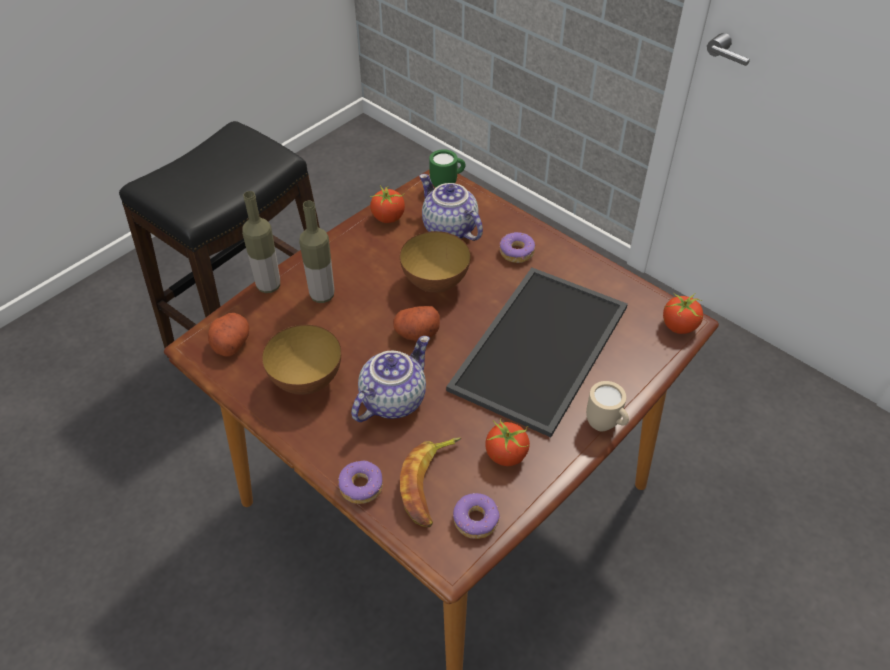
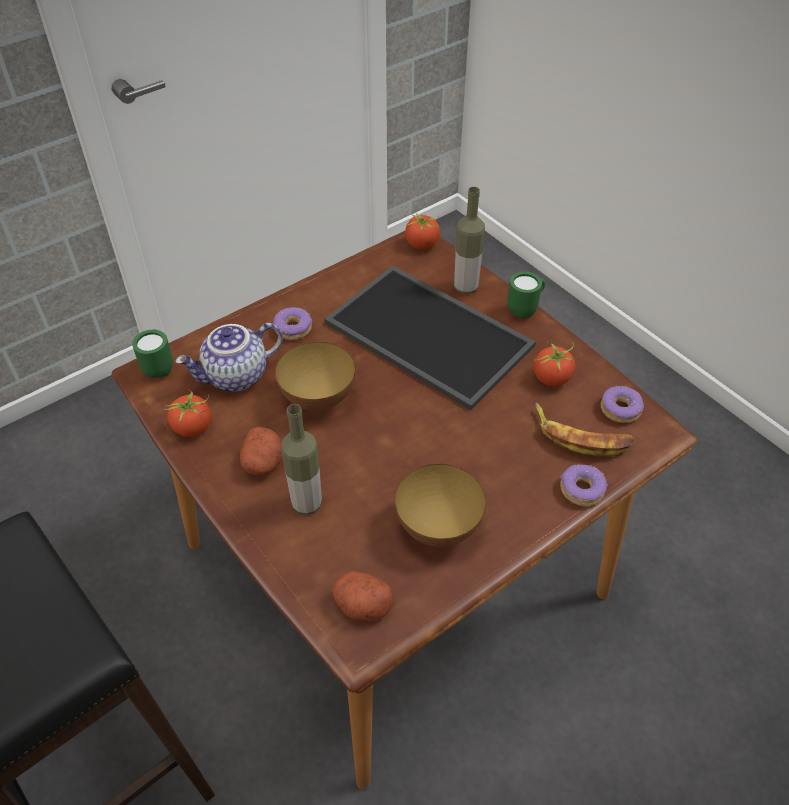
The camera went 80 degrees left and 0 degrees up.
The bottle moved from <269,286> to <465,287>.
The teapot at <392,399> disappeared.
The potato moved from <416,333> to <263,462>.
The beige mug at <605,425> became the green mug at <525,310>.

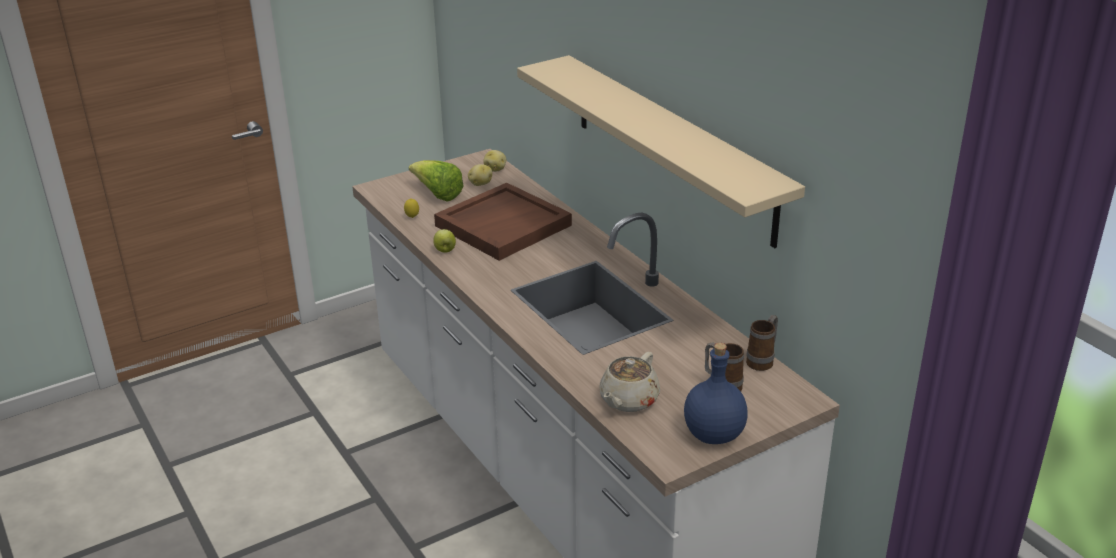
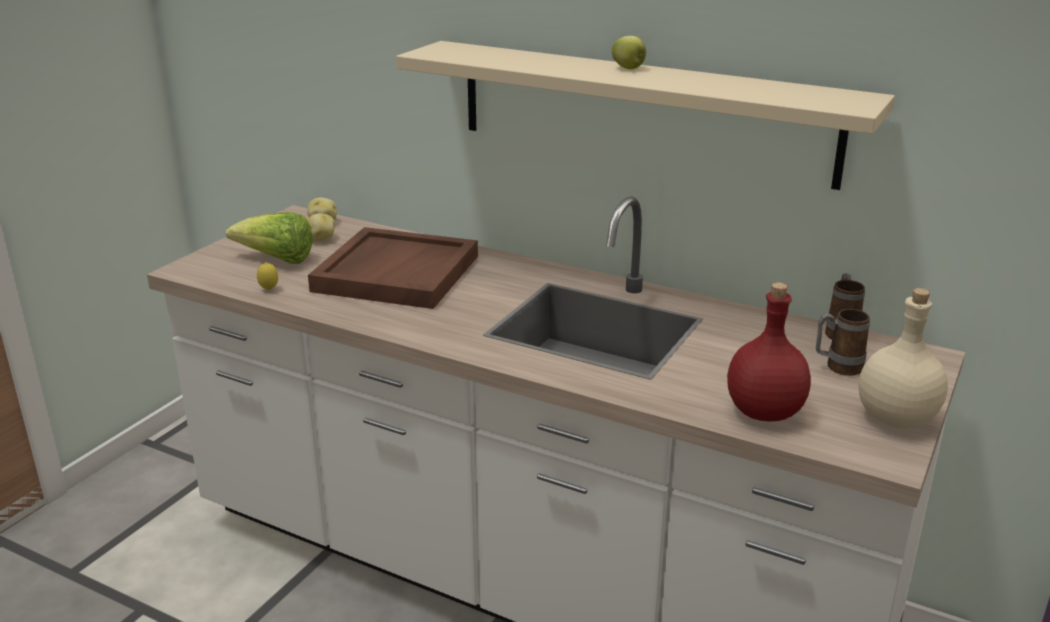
The camera went 30 degrees left and 5 degrees down.
The apple moved from <445,250> to <629,68>.
The beige teapot at <628,400> was replaced by the red bottle at <762,412>.
The blue bottle at <713,435> became the beige bottle at <897,419>.

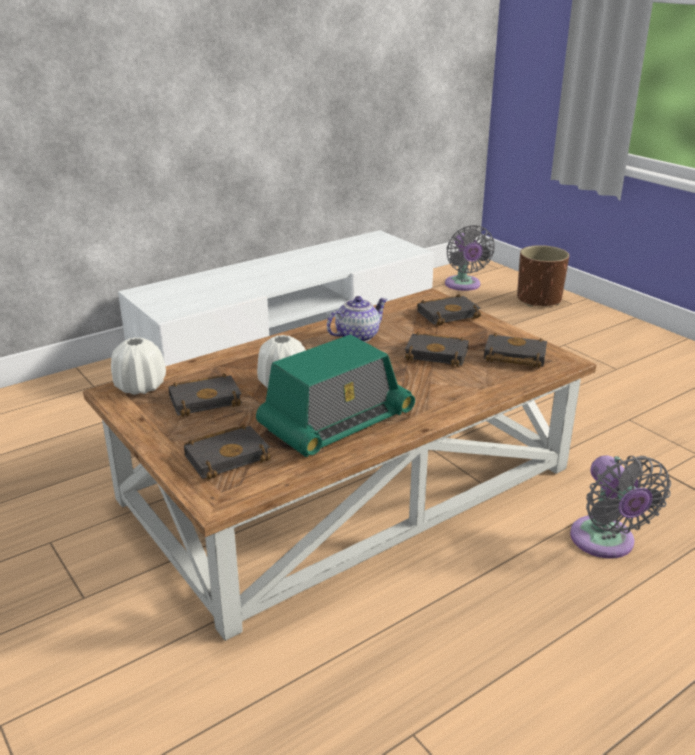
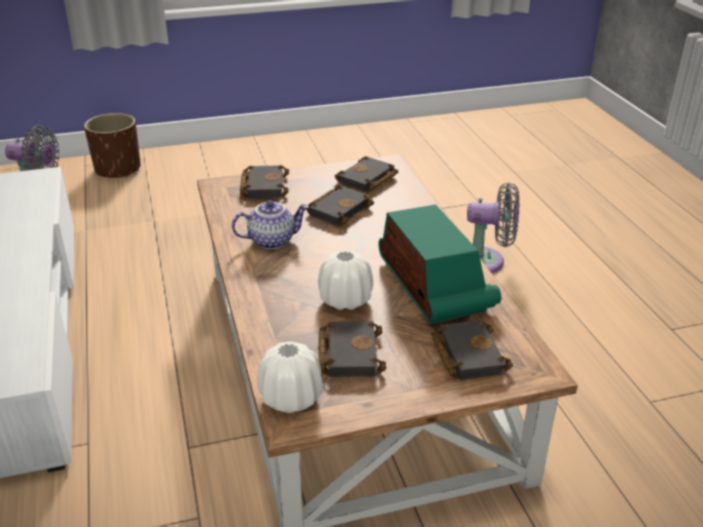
The camera went 70 degrees left and 5 degrees up.
The teapot at <357,336> turned 90 degrees clockwise.

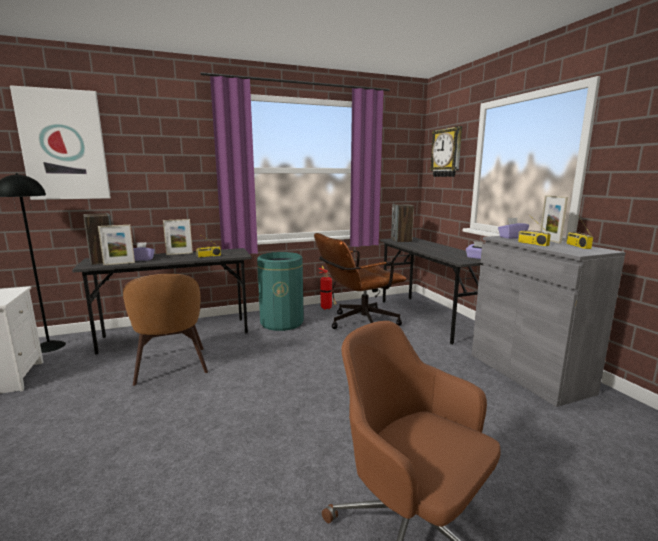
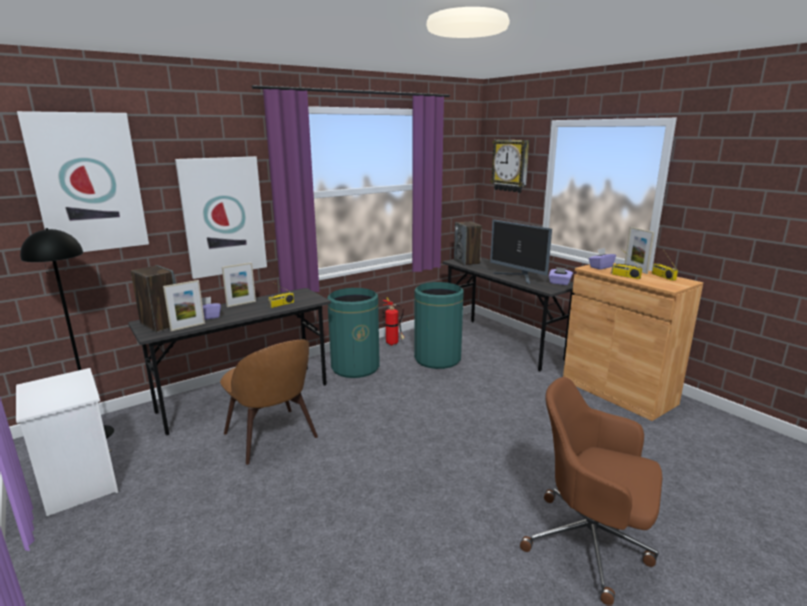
The camera went 15 degrees left and 5 degrees up.
The brown office chair at <358,324> was replaced by the green trash can at <437,359>.
The grey cabinet at <528,373> became the brown cabinet at <618,392>.
The picture at <223,216> appeared.
The monitor at <518,277> appeared.

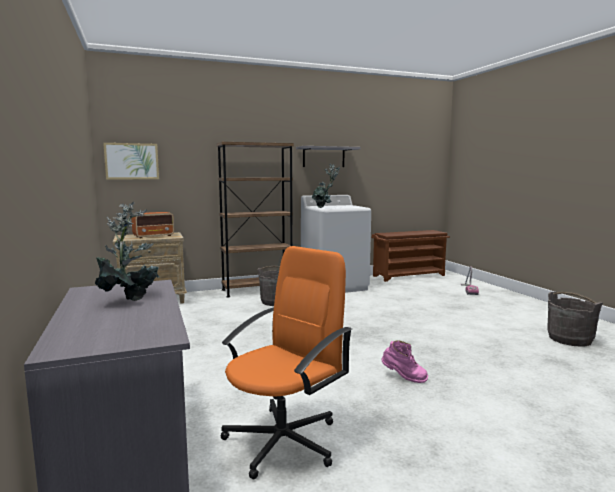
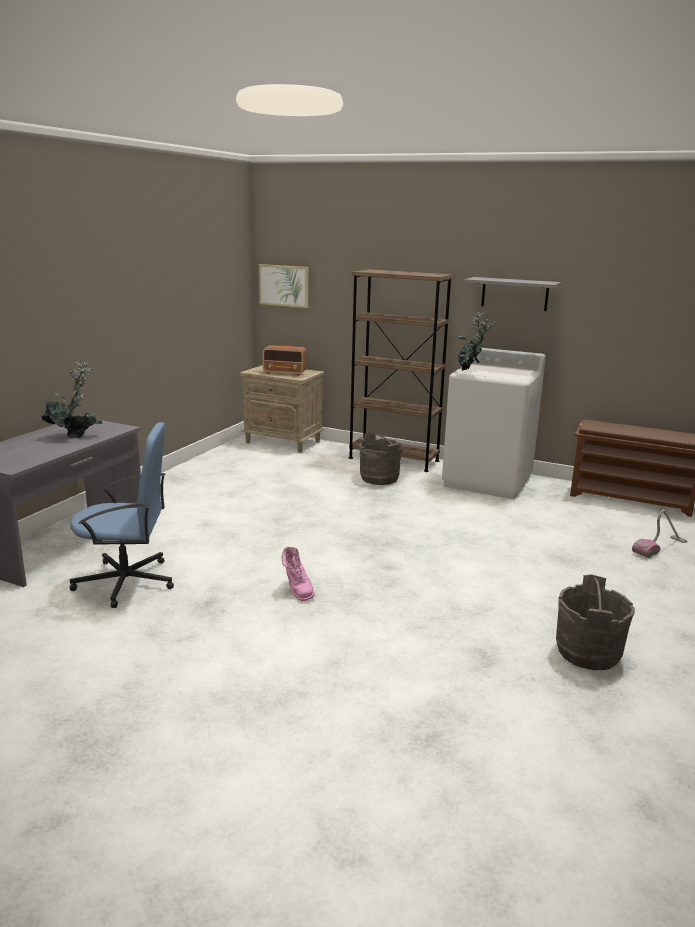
The camera went 45 degrees right and 10 degrees up.
The orange office chair at <284,440> became the blue office chair at <127,582>.

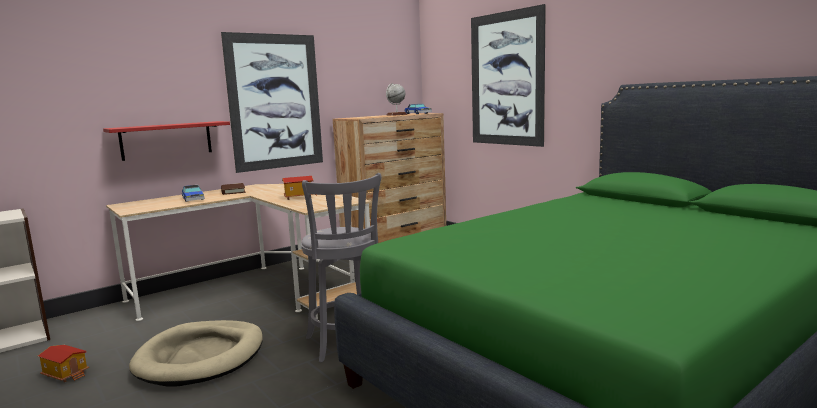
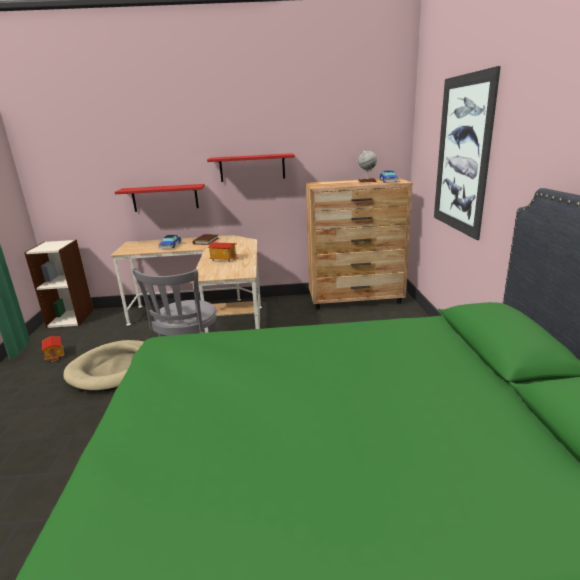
The camera went 35 degrees right and 10 degrees up.
The picture at <275,102> was replaced by the red shelf at <252,167>.

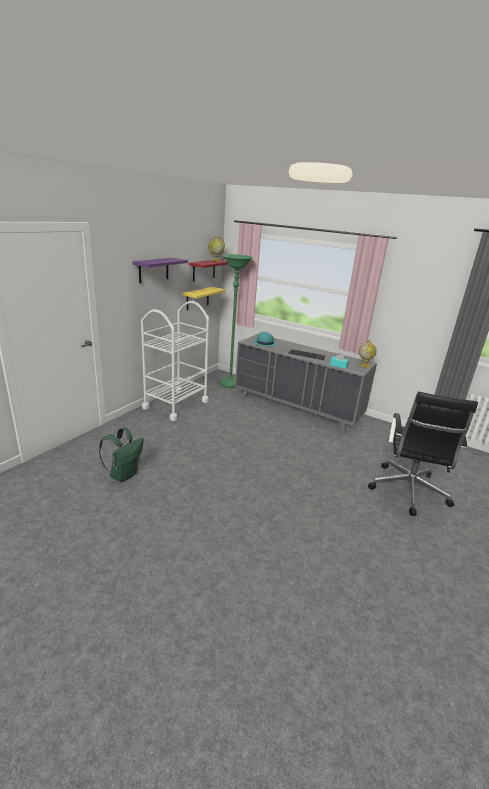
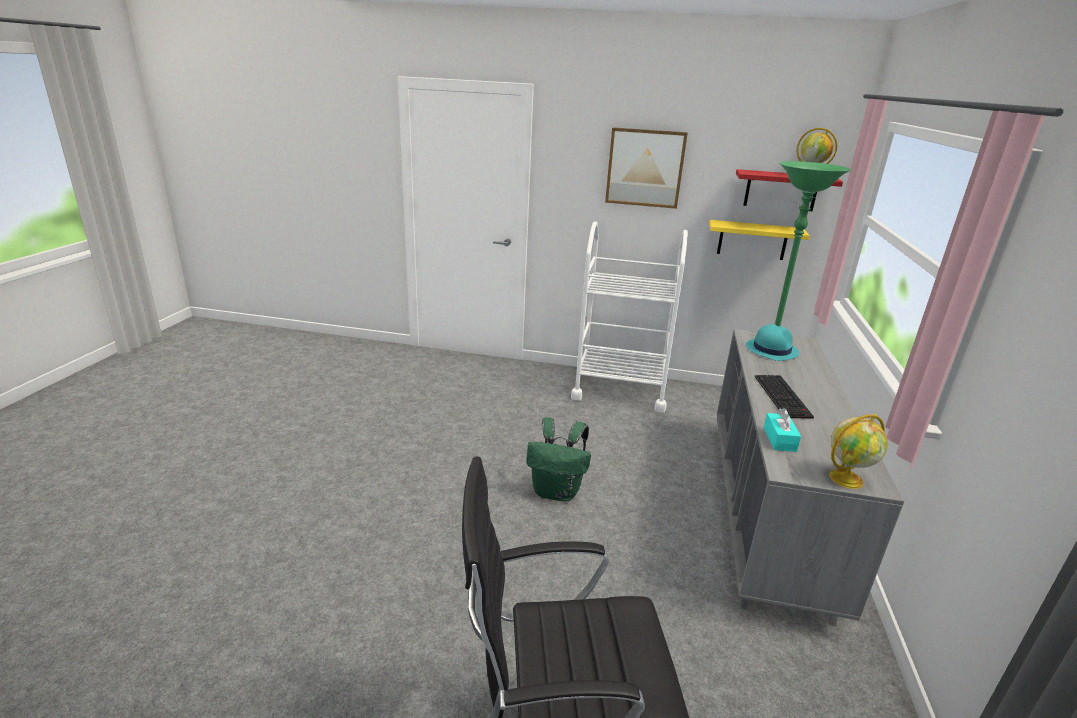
The camera went 70 degrees right and 0 degrees up.
The green backpack moved from <124,475> to <557,492>.
The purple shelf at <153,270> was replaced by the picture at <645,168>.

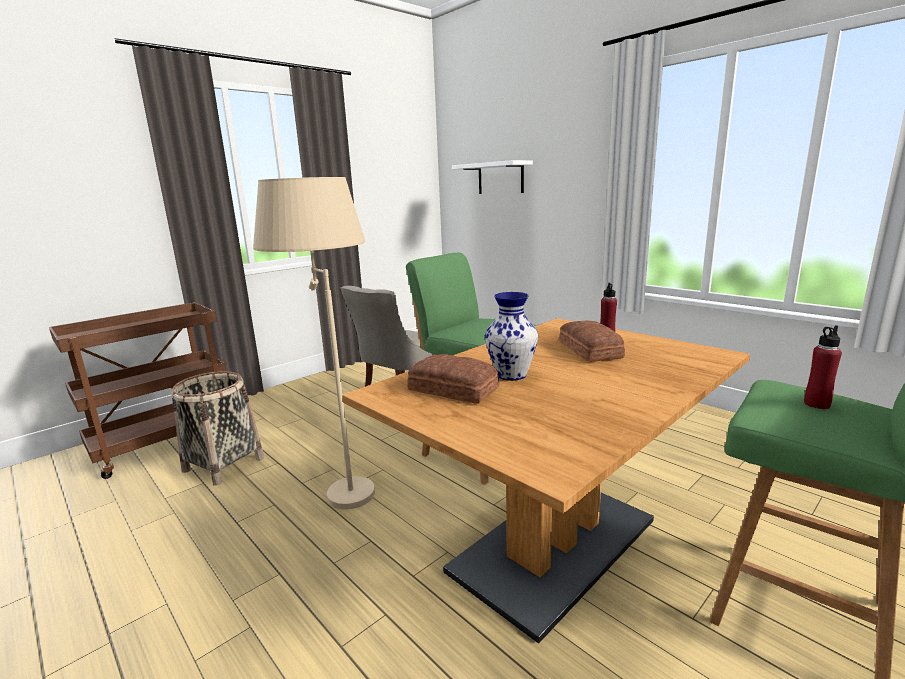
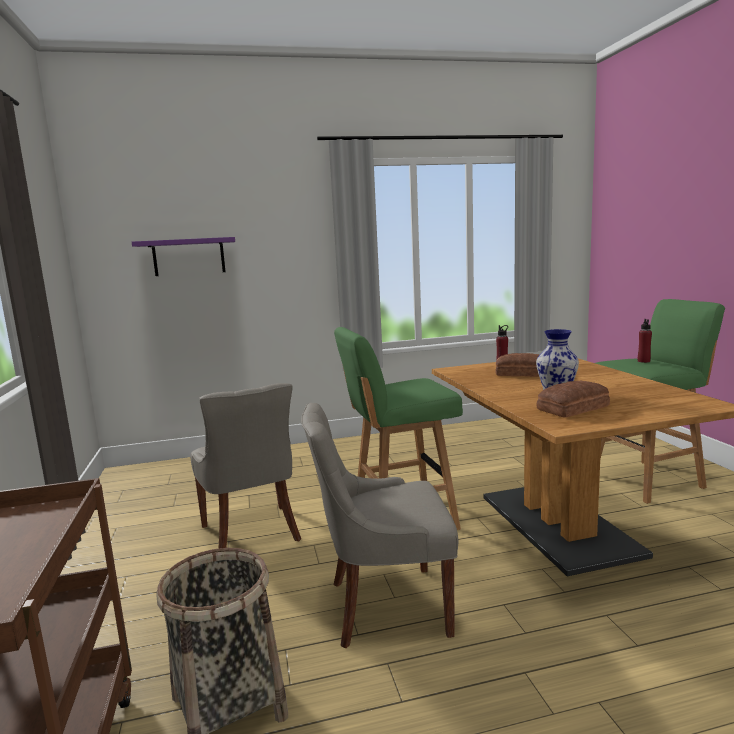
The camera went 60 degrees left and 5 degrees down.
The beige floor lamp at <339,483> was replaced by the grey chair at <384,606>.
The white shelf at <500,178> became the purple shelf at <189,257>.

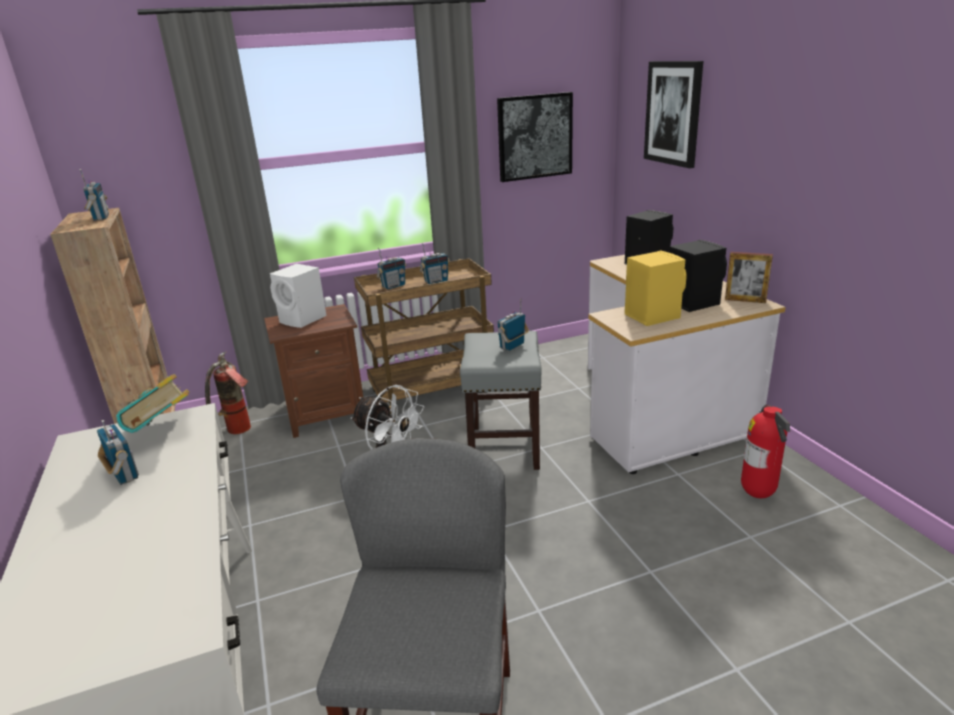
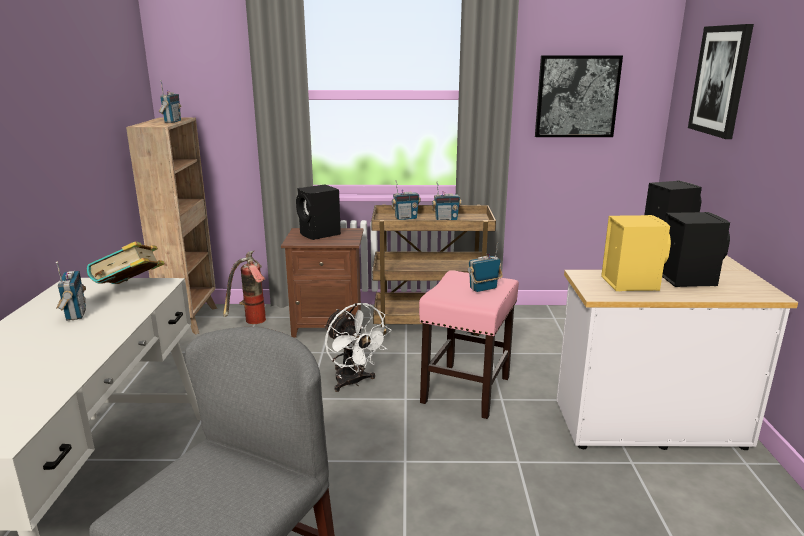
The camera went 20 degrees right and 5 degrees down.
The white speaker at <303,320> became the black speaker at <320,234>.
The grey stool at <504,446> became the pink stool at <466,389>.
The picture frame at <745,300> disappeared.
The fire extinguisher at <758,495> disappeared.

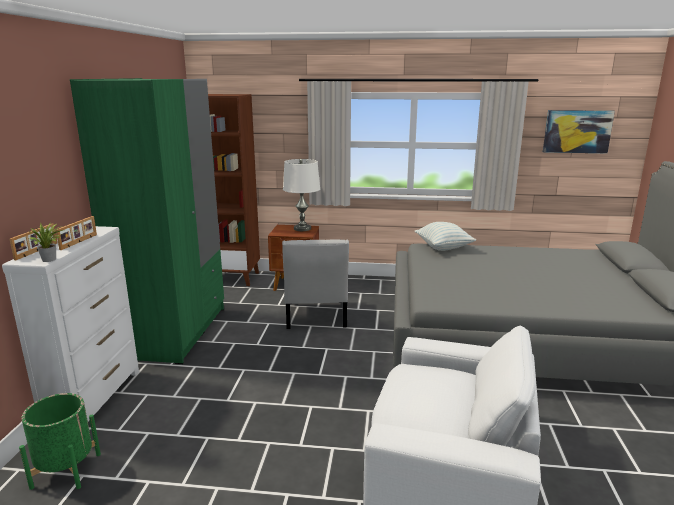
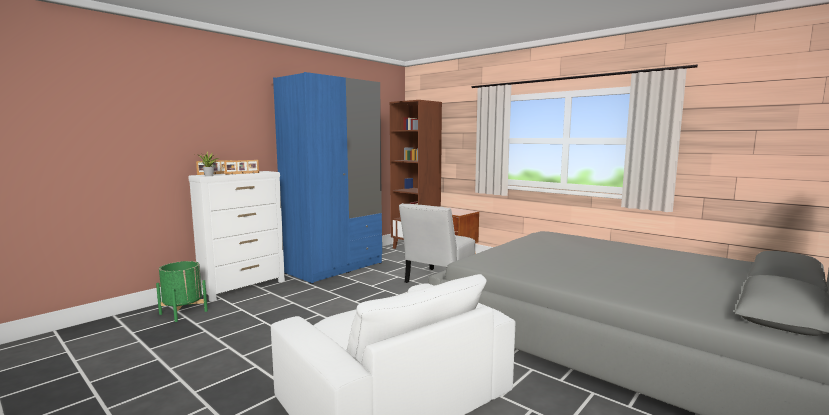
The camera went 35 degrees right and 10 degrees down.
The green wardrobe at <175,332> became the blue wardrobe at <334,268>.
The white table lamp at <302,228> disappeared.
The pillow at <443,248> disappeared.
The picture at <577,131> disappeared.

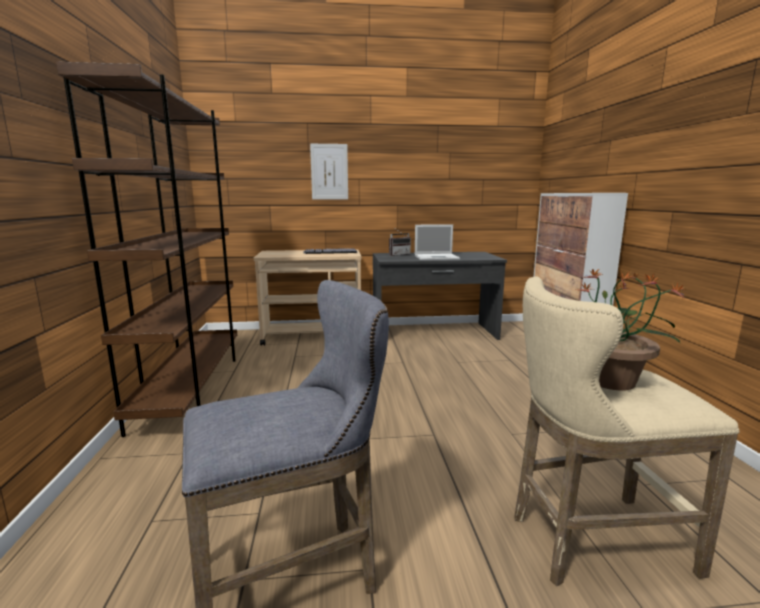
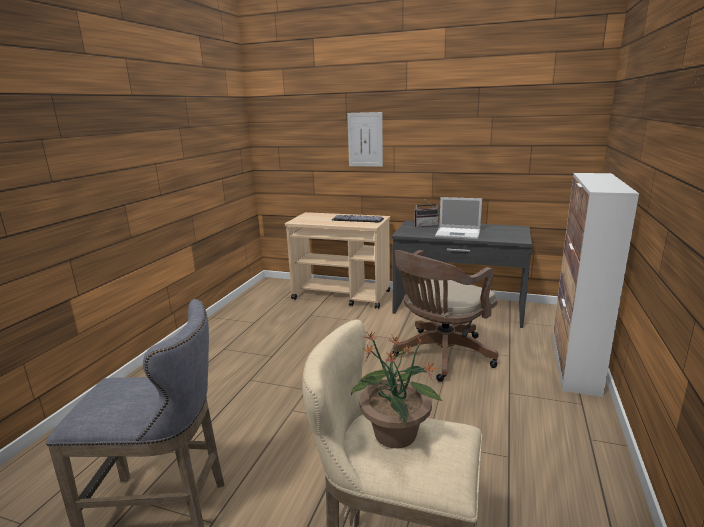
The camera went 25 degrees right and 5 degrees up.
The brown bookcase at <191,386> disappeared.
The brown office chair at <440,356> appeared.

